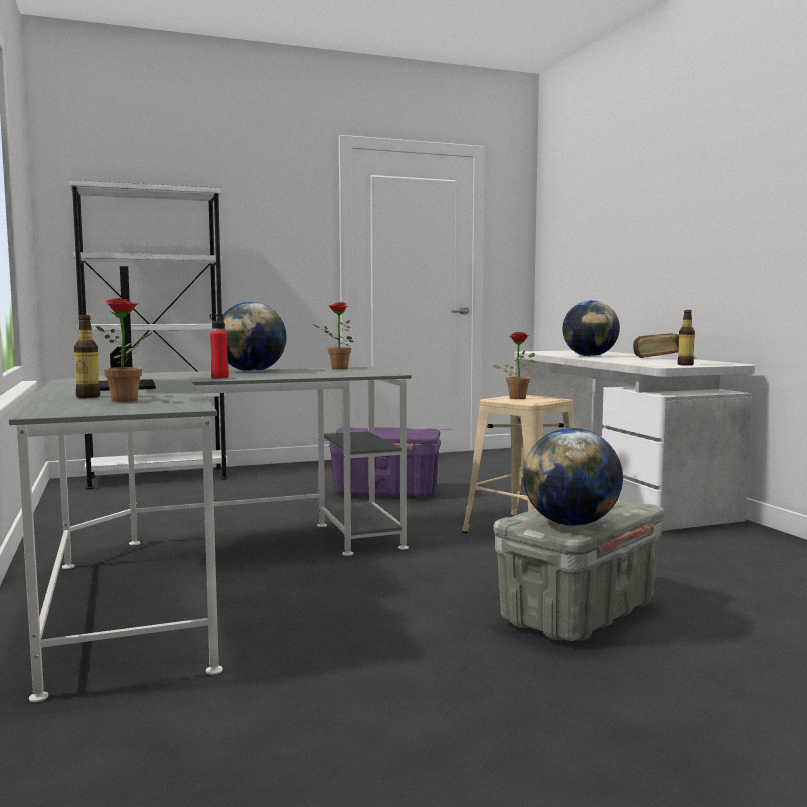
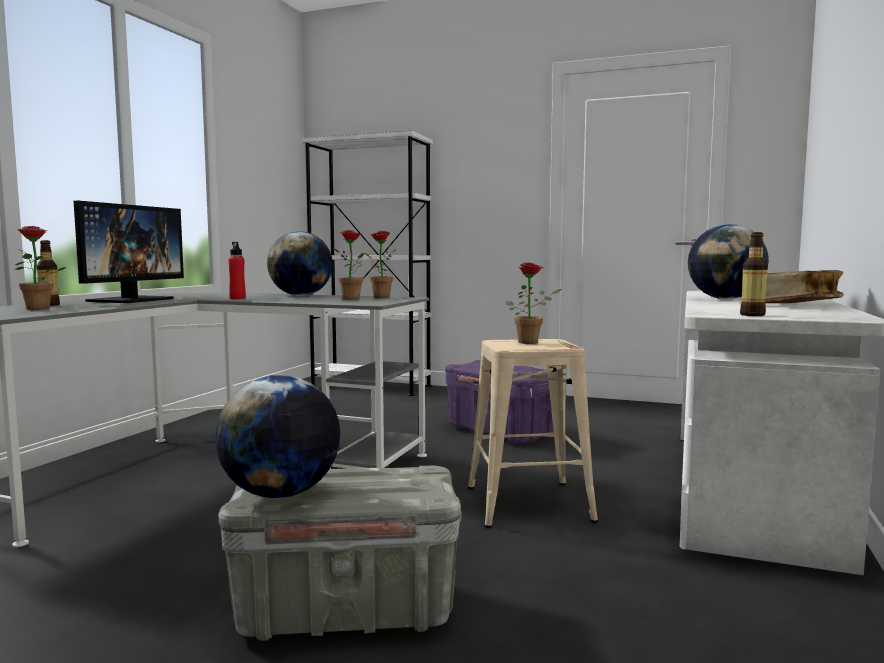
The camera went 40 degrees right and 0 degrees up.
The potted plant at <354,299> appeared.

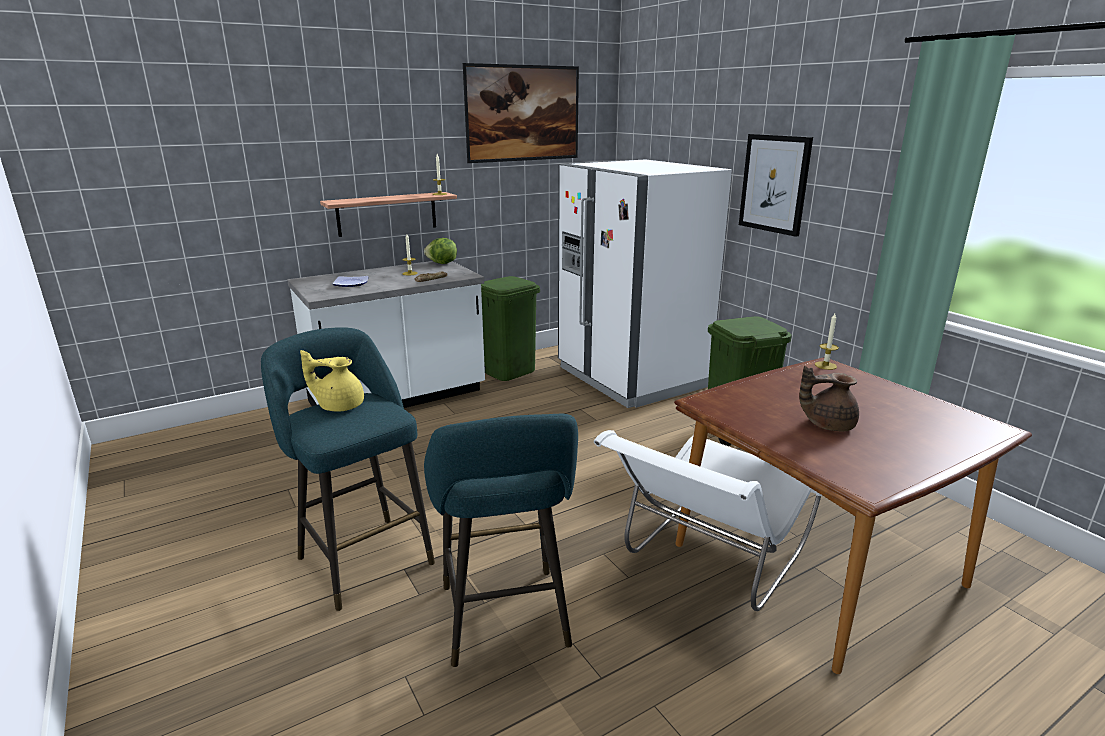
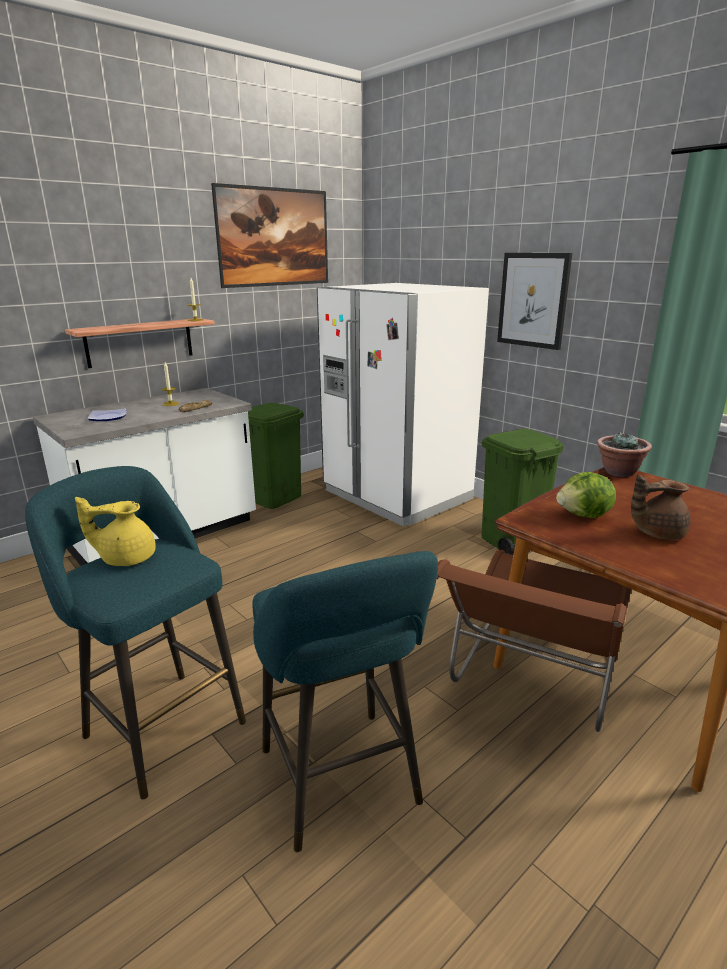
The camera went 10 degrees left and 0 degrees up.
The lettuce moved from <442,263> to <584,516>.
The white chair at <709,561> became the brown chair at <532,681>.
The candle at <825,365> was replaced by the potted plant at <619,472>.

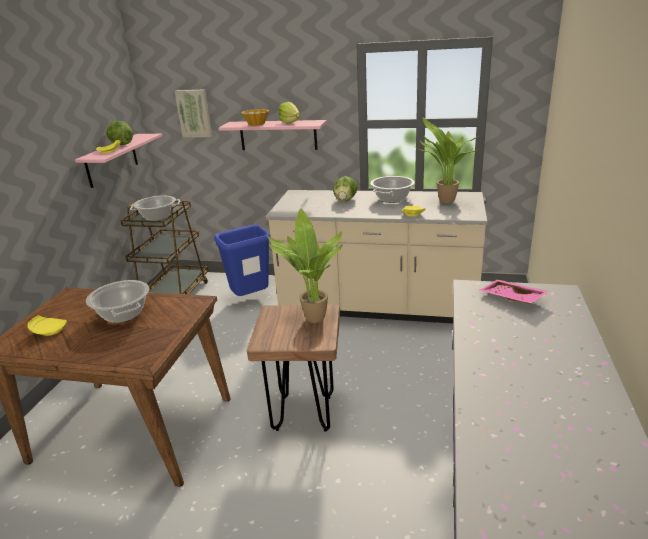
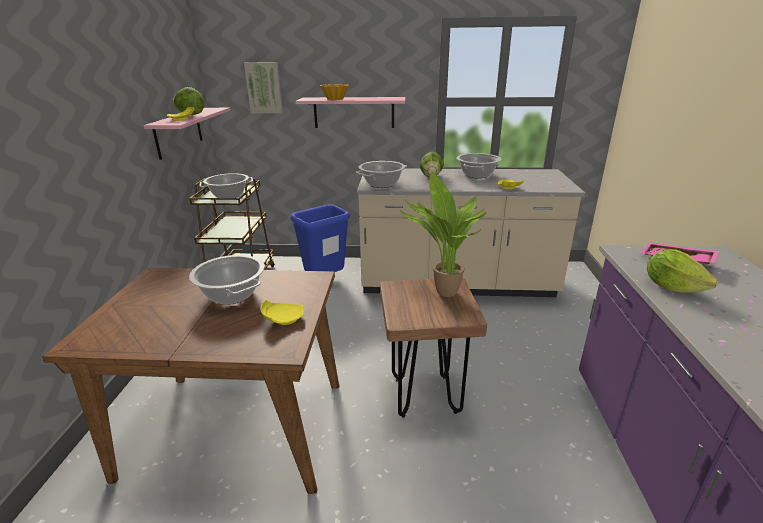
The camera went 10 degrees left and 0 degrees up.
The yellow plate moved from <49,331> to <282,319>.
The lettuce moved from <290,122> to <672,287>.
The potted plant at <444,202> disappeared.
The cooking pot at <382,184> appeared.

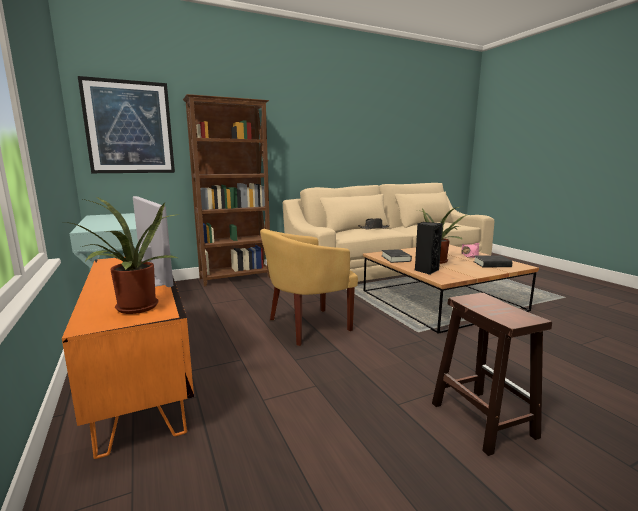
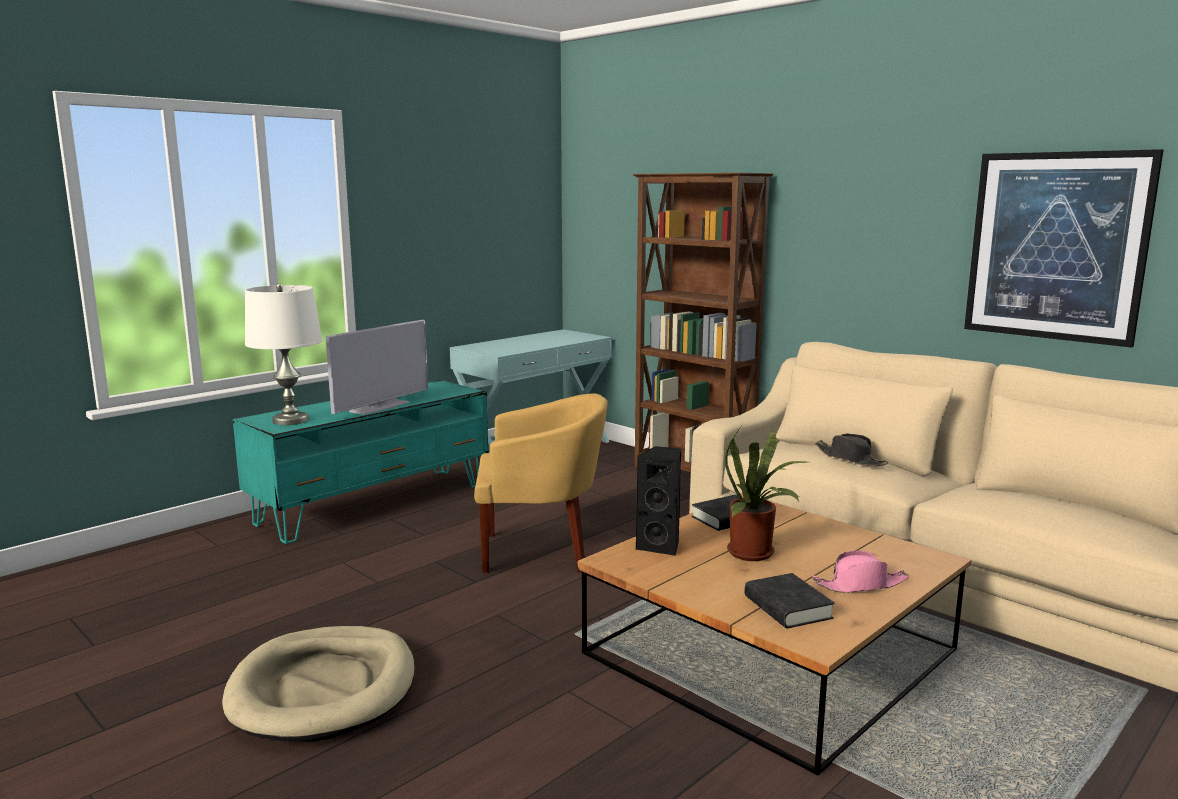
The camera went 70 degrees right and 0 degrees up.
The orange tv stand at <142,375> became the turquoise tv stand at <374,504>.
The potted plant at <134,309> was replaced by the white table lamp at <290,420>.
The picture moved from <129,127> to <1056,246>.
The yellow armchair at <307,326> turned 135 degrees clockwise.
The brown stool at <481,419> was replaced by the beige dog bed at <323,689>.

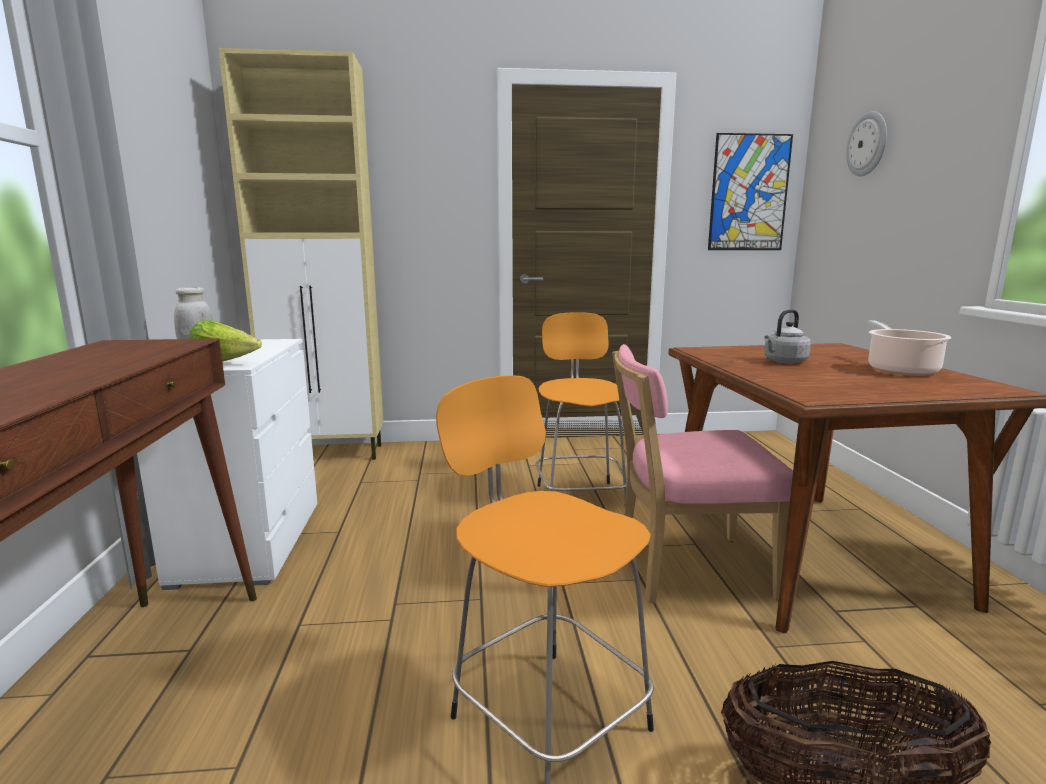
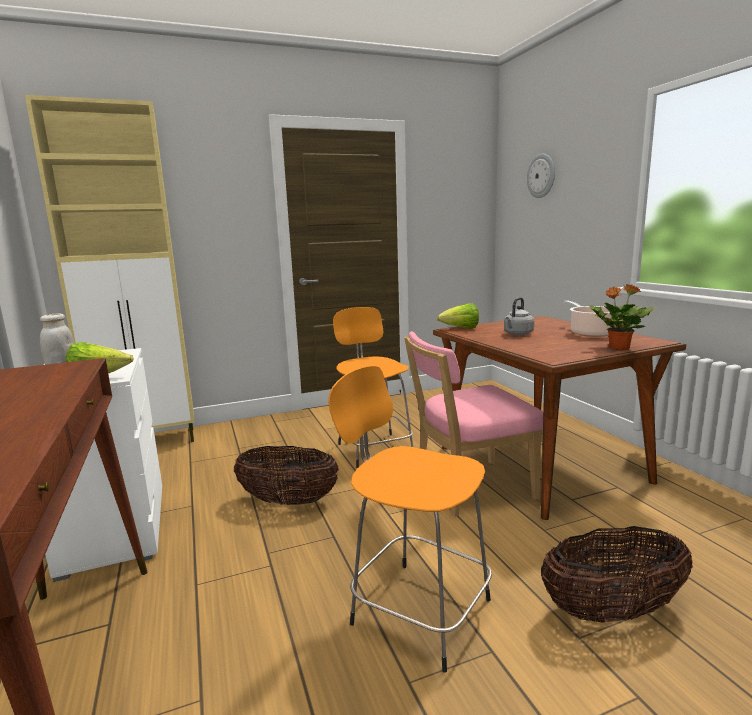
The camera went 15 degrees left and 0 degrees up.
The picture at <749,193> disappeared.
The basket at <288,501> appeared.
The lettuce at <461,328> appeared.
The potted plant at <618,348> appeared.

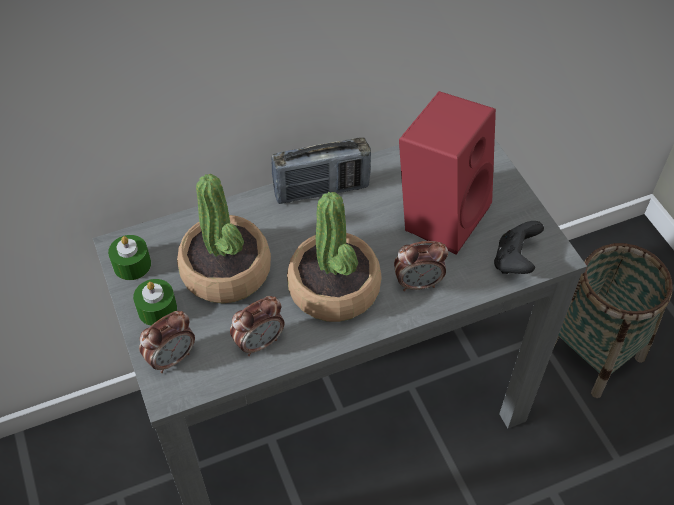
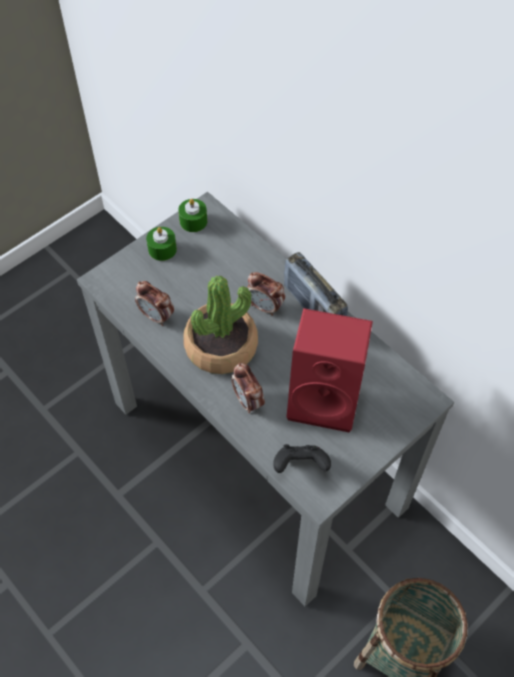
The camera went 70 degrees right and 5 degrees up.
The alarm clock moved from <172,358> to <265,307>.
The potted plant at <226,271> disappeared.

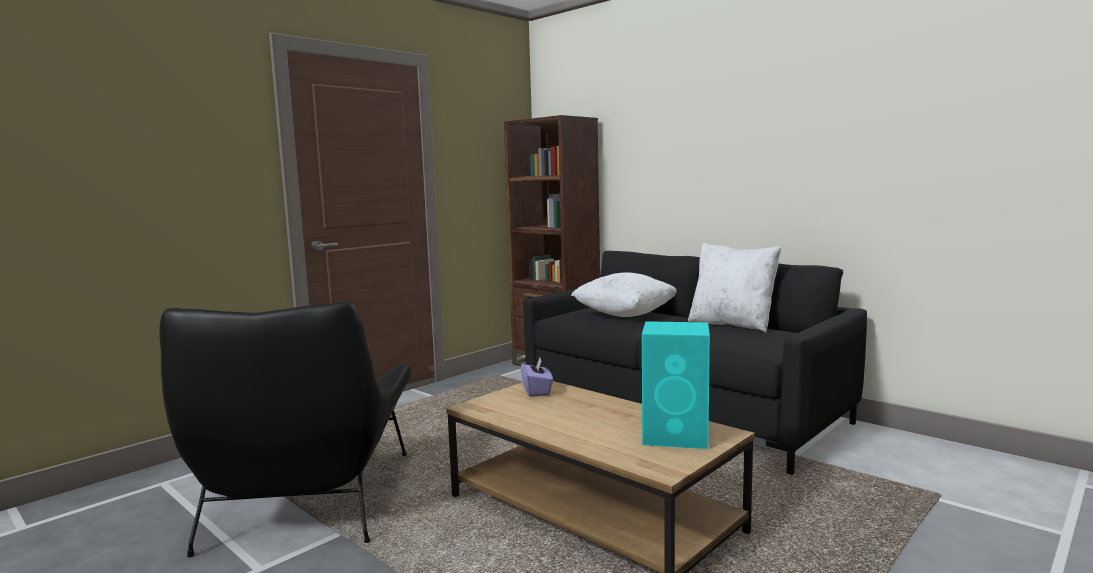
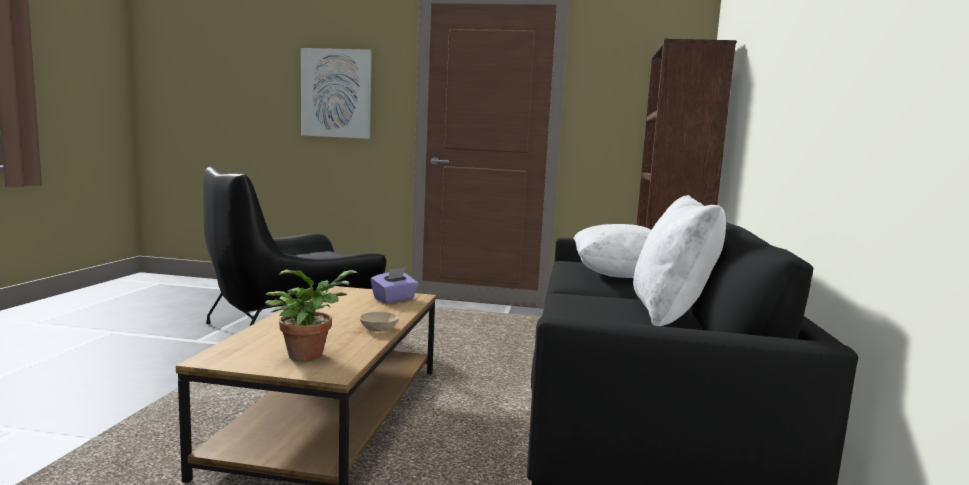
The camera went 55 degrees right and 0 degrees up.
The turquoise speaker at <677,436> was replaced by the potted plant at <309,354>.
The picture at <336,93> appeared.
The beige bowl at <380,328> appeared.

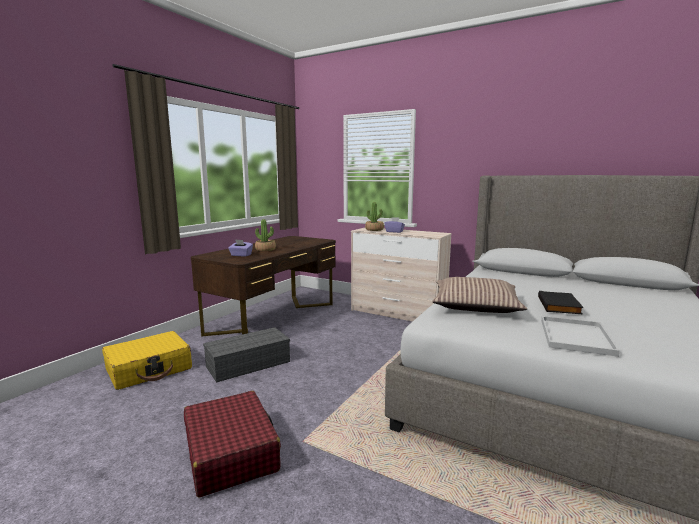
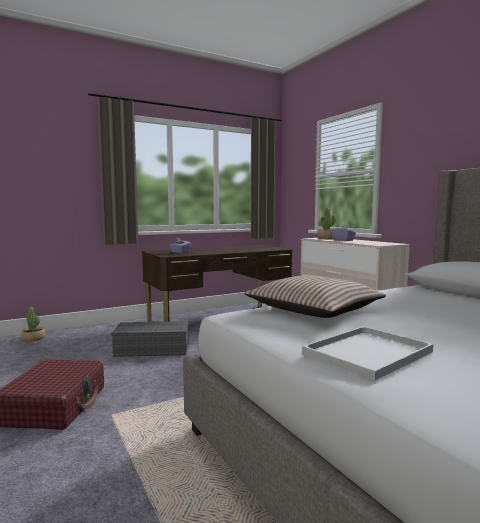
The camera went 30 degrees right and 5 degrees down.
The yellow suitcase at <149,369> disappeared.
The potted plant moved from <265,249> to <33,338>.
The black book at <560,305> disappeared.

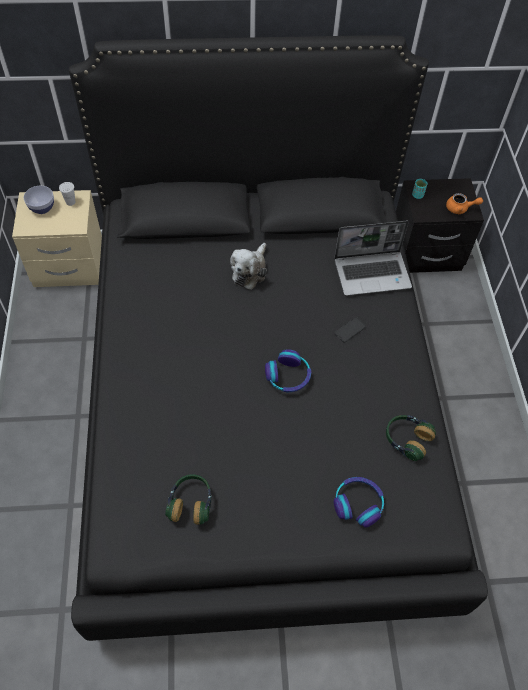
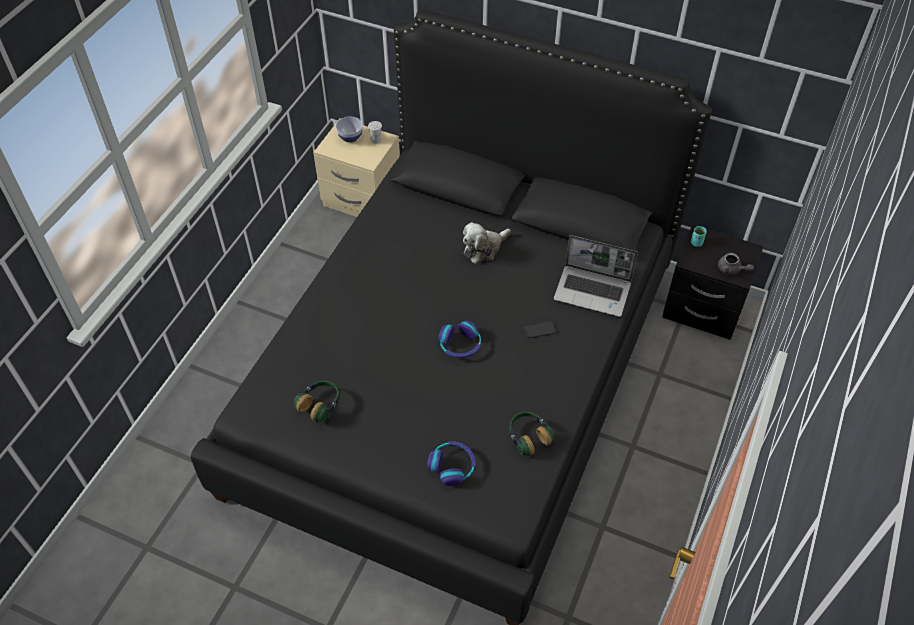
The camera went 30 degrees right and 5 degrees down.
The orange teapot at <460,208> became the grey teapot at <731,270>.

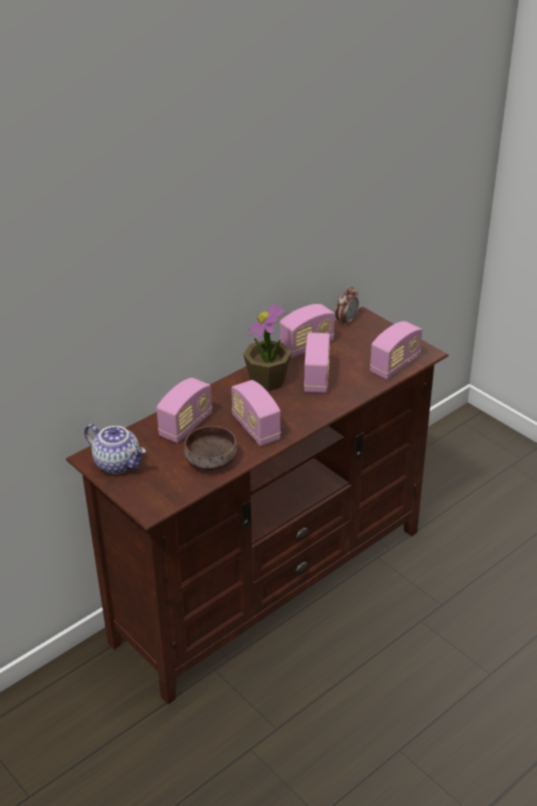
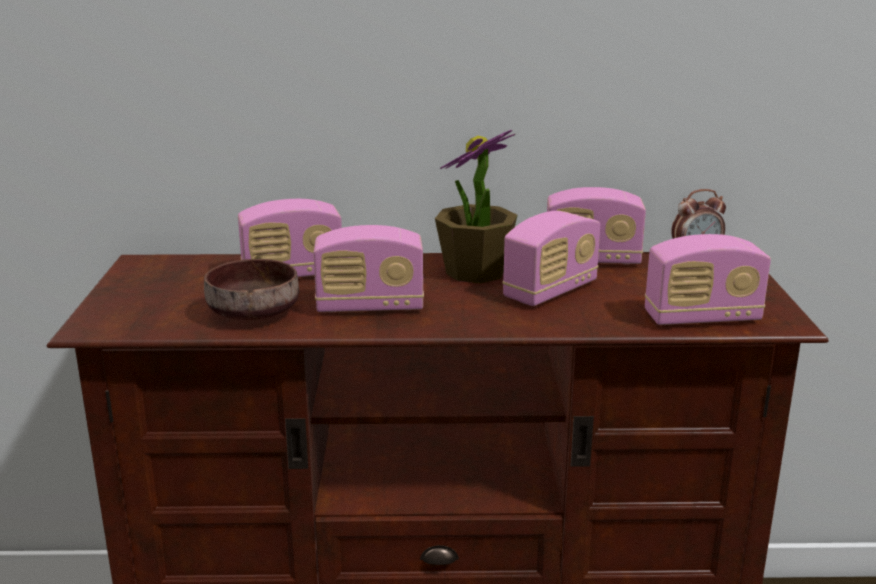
The camera went 40 degrees right and 15 degrees down.
The teapot at <118,463> disappeared.
The radio at <255,428> turned 105 degrees counterclockwise.

